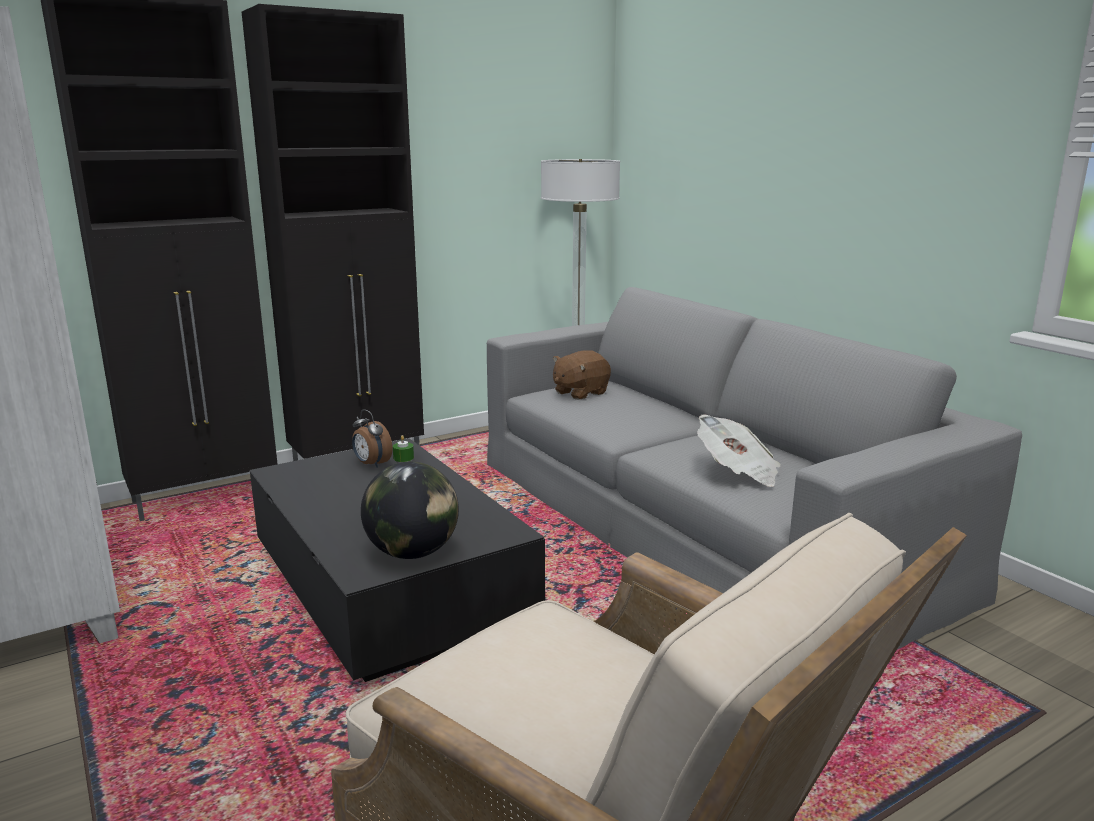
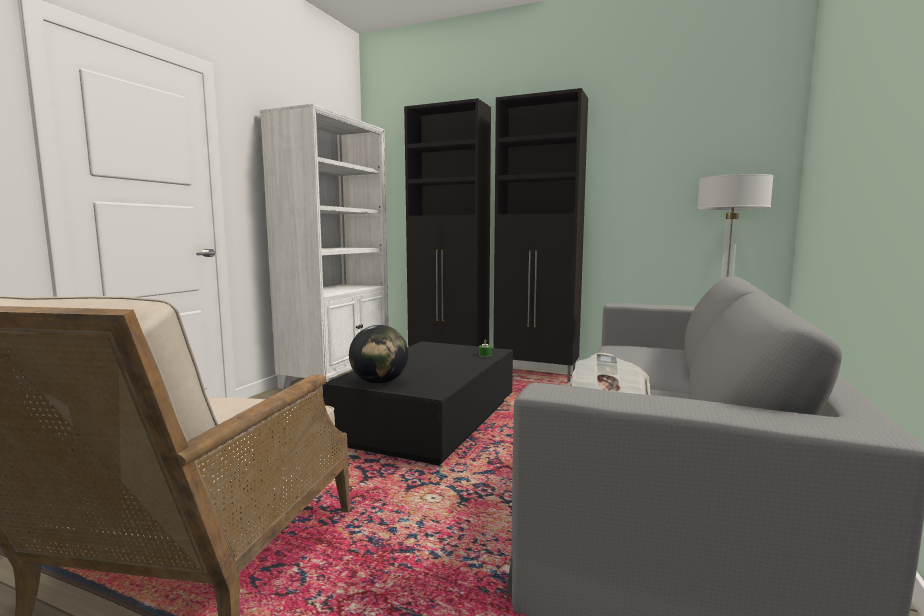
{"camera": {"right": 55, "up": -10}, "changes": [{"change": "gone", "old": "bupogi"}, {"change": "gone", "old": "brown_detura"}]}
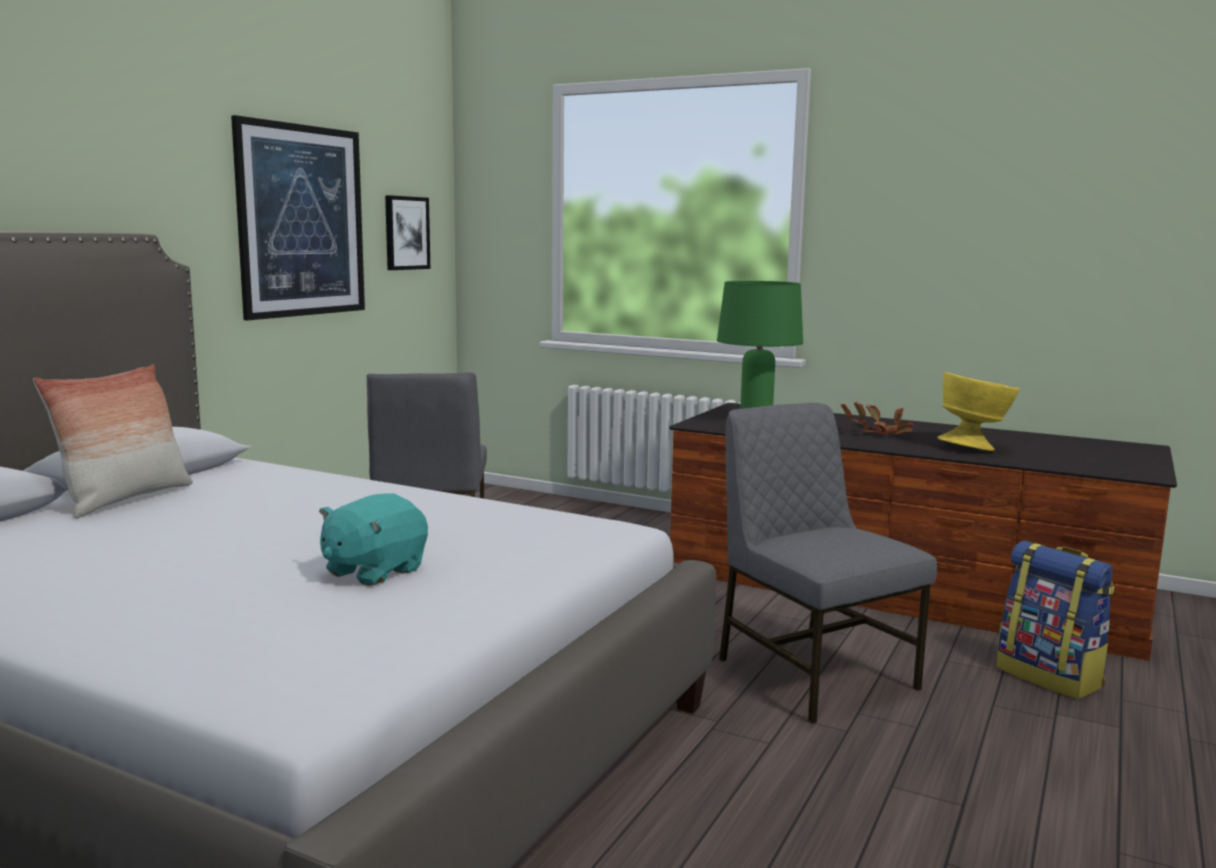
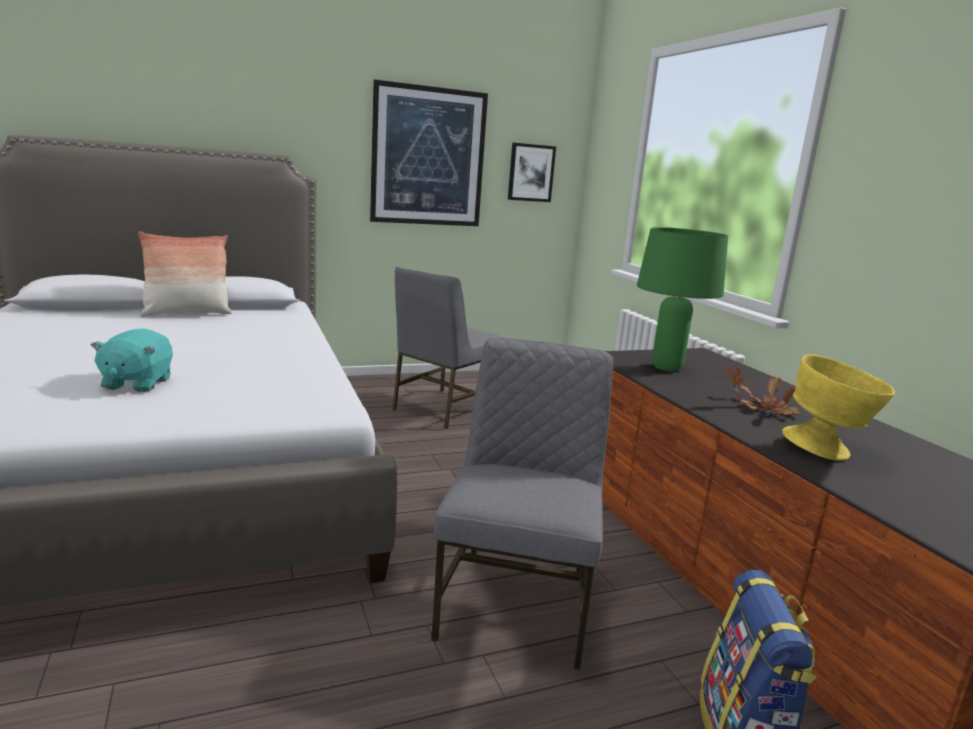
{"camera": {"right": 40, "up": 5}, "changes": [{"change": "rotated", "old": "turquoise_detura", "degrees": -75}]}
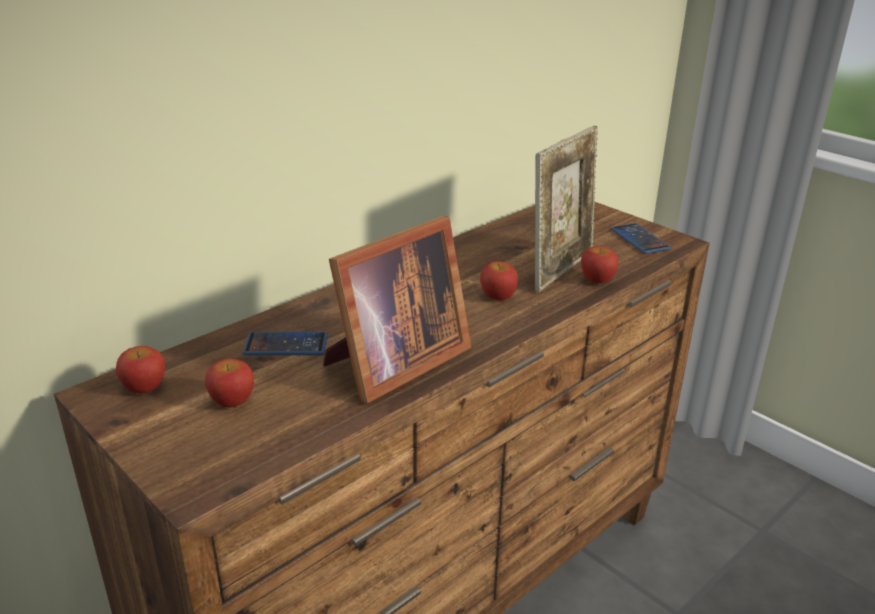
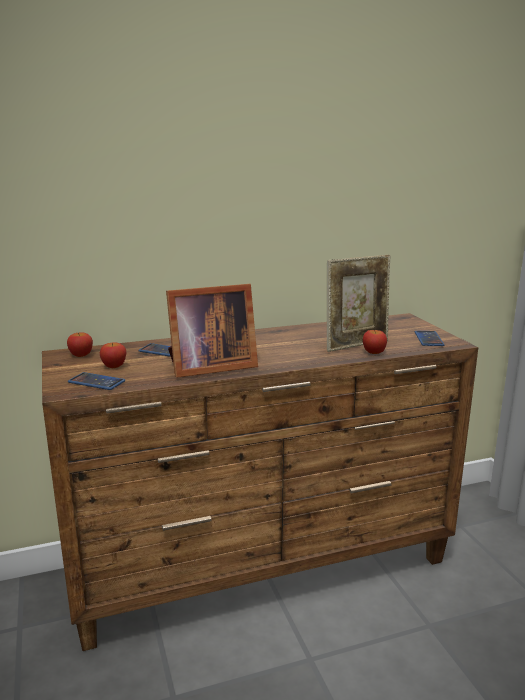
{"camera": {"right": 25, "up": -10}, "changes": [{"change": "gone", "old": "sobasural (no. 3 from left)"}, {"change": "new", "new": "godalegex (no. 1 from left)"}]}
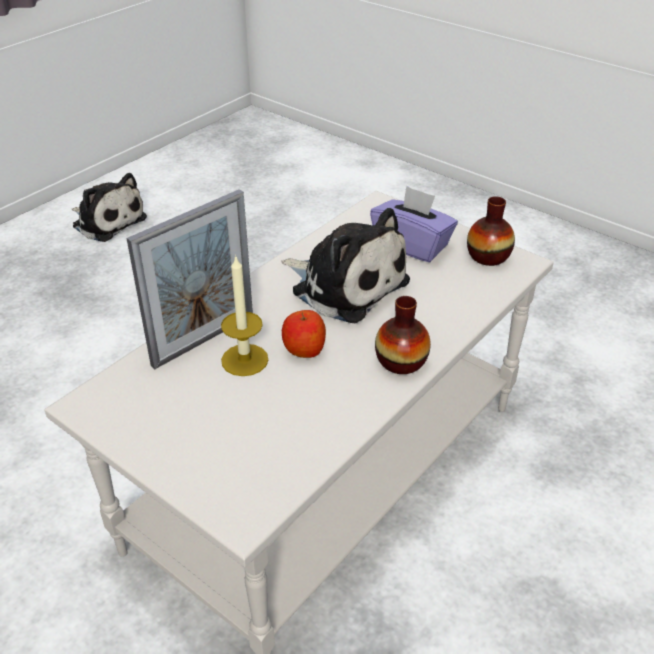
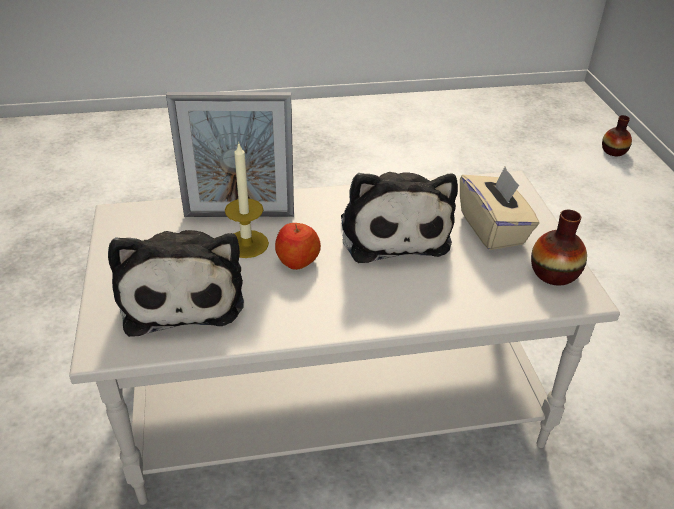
{"camera": {"right": 40, "up": 0}, "changes": [{"change": "shifted", "old": "detura (no. 1 from left)"}, {"change": "shifted", "old": "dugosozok (no. 1 from left in the first image)", "new": "dugosozok (no. 2 from left)"}, {"change": "repainted", "old": "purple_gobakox", "new": "beige_gobakox"}]}
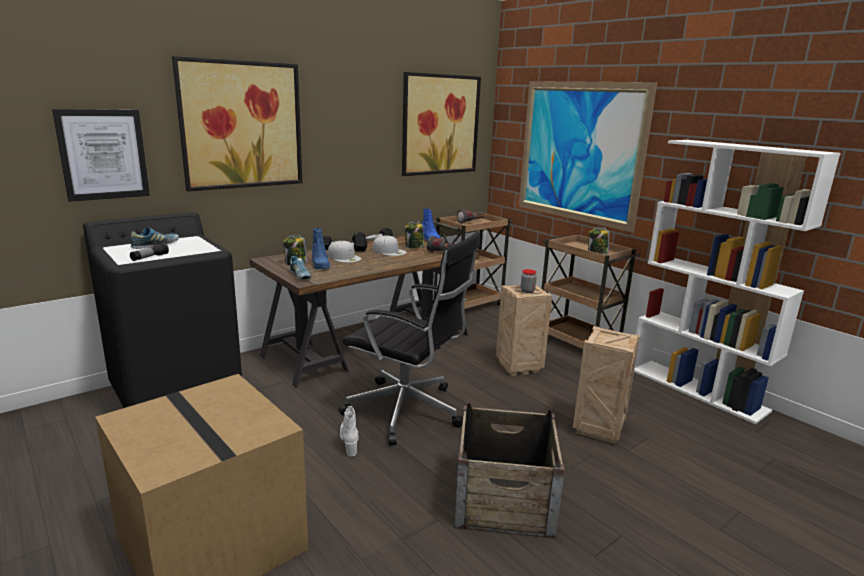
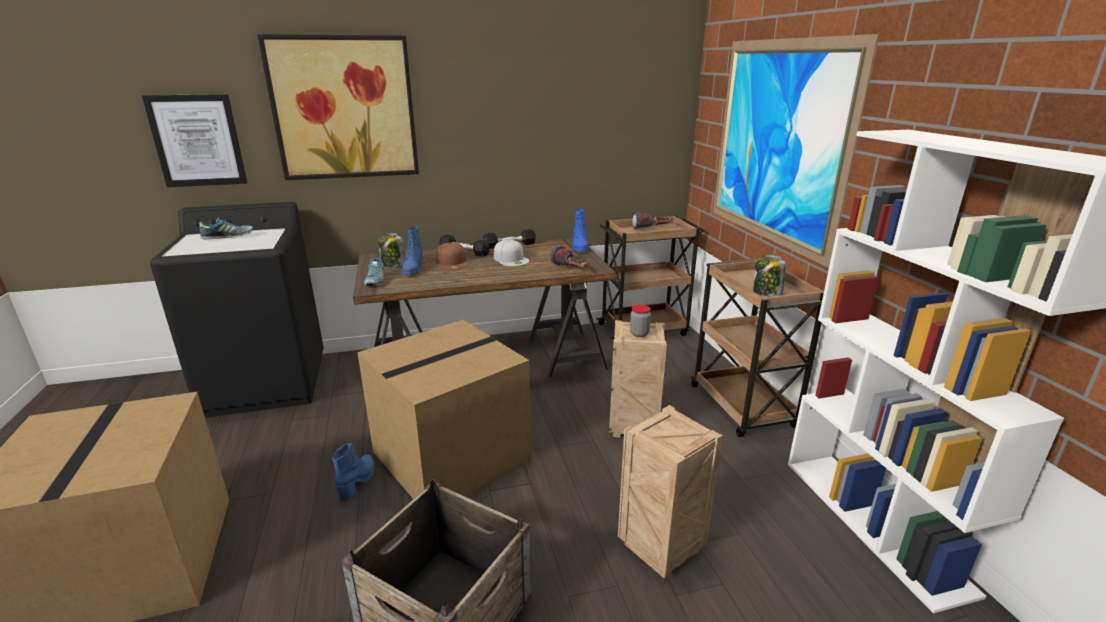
{"camera": {"right": 25, "up": 5}, "changes": [{"change": "gone", "old": "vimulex (no. 1 from left)"}, {"change": "gone", "old": "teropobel (no. 3 from left)"}, {"change": "gone", "old": "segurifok (no. 2 from left)"}, {"change": "swapped", "old": "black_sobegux", "new": "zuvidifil (no. 2 from left)"}, {"change": "repainted", "old": "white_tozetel (no. 1 from left)", "new": "brown_tozetel"}, {"change": "repainted", "old": "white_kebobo", "new": "blue_kebobo (no. 1 from left)"}]}
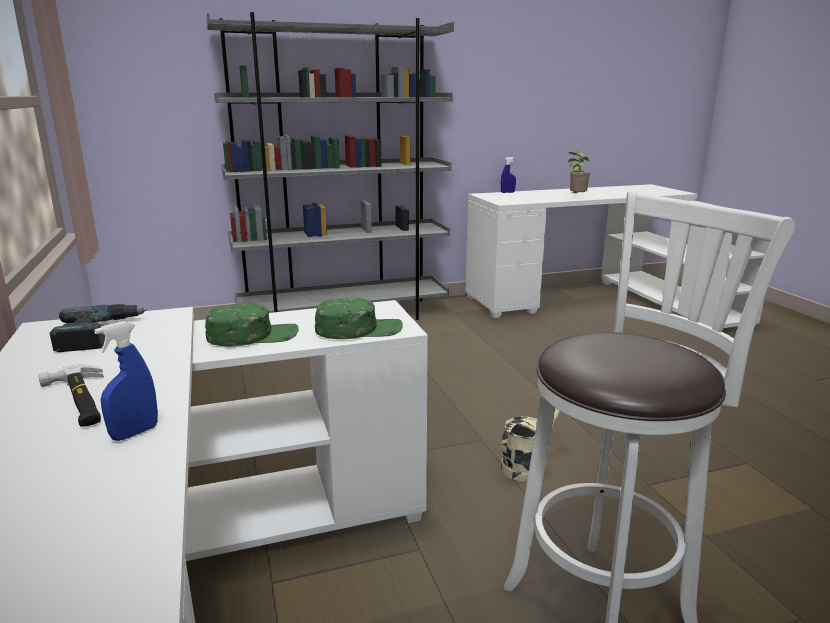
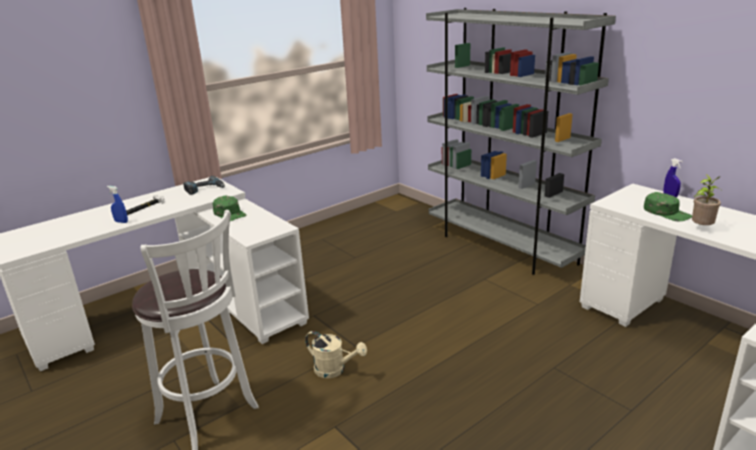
{"camera": {"right": 70, "up": 5}, "changes": [{"change": "shifted", "old": "green_tozetel (no. 2 from left)"}]}
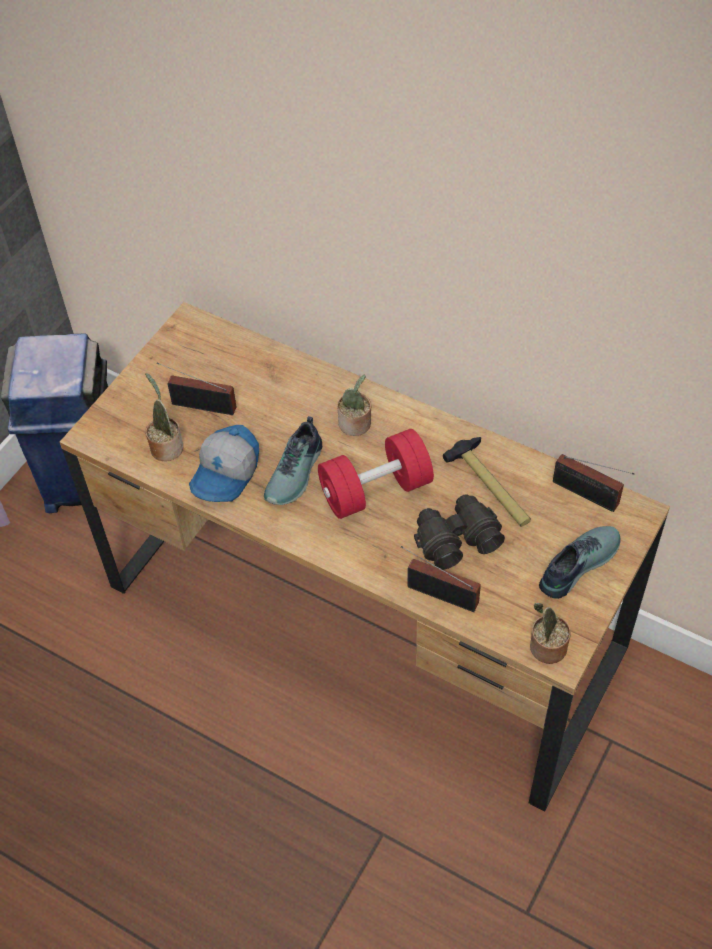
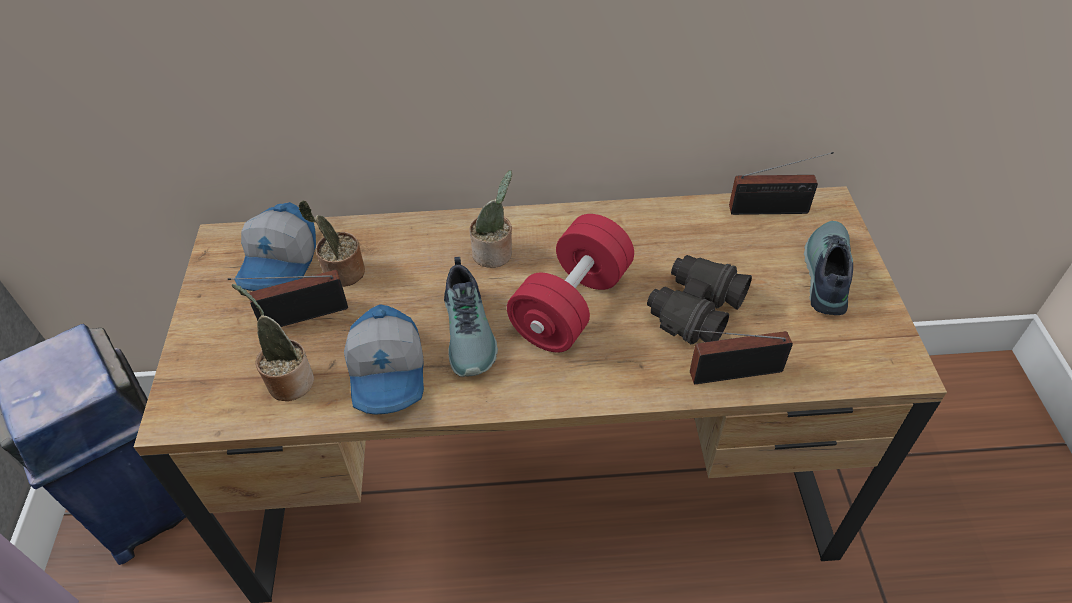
{"camera": {"right": -35, "up": -5}, "changes": [{"change": "gone", "old": "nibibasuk"}, {"change": "new", "new": "tozetel (no. 1 from left)"}, {"change": "shifted", "old": "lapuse (no. 3 from left in the first image)", "new": "lapuse (no. 2 from left)"}]}
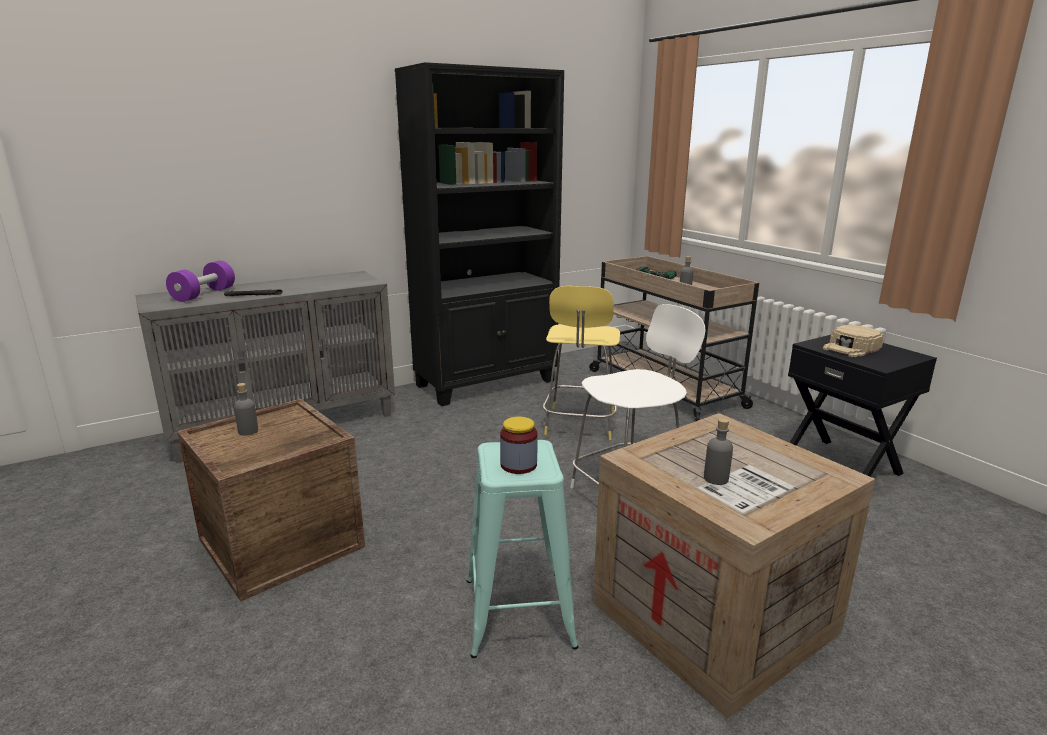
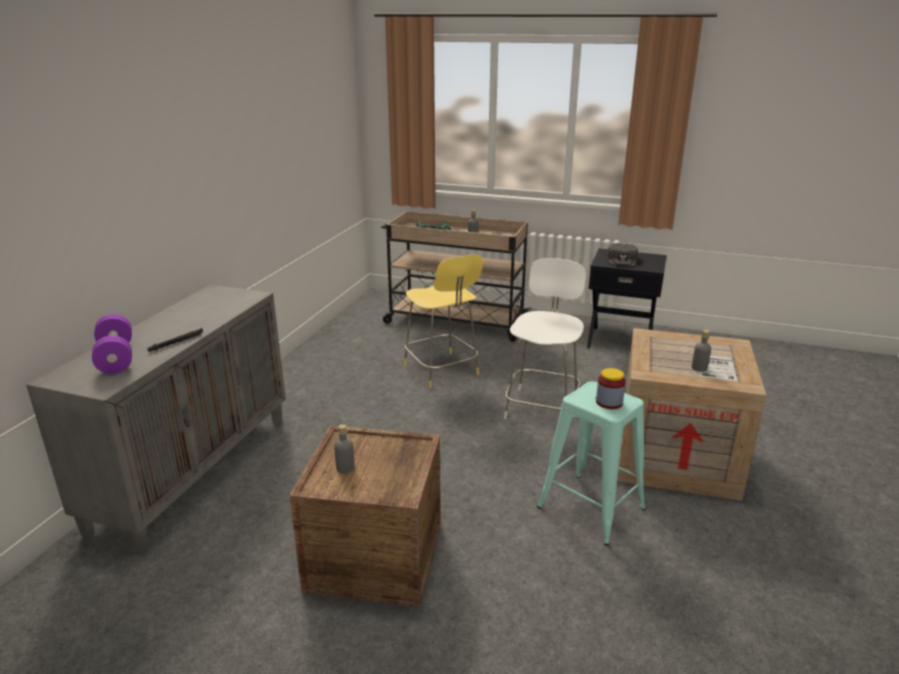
{"camera": {"right": -40, "up": 5}, "changes": [{"change": "gone", "old": "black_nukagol"}, {"change": "repainted", "old": "beige_tozetel", "new": "black_tozetel"}]}
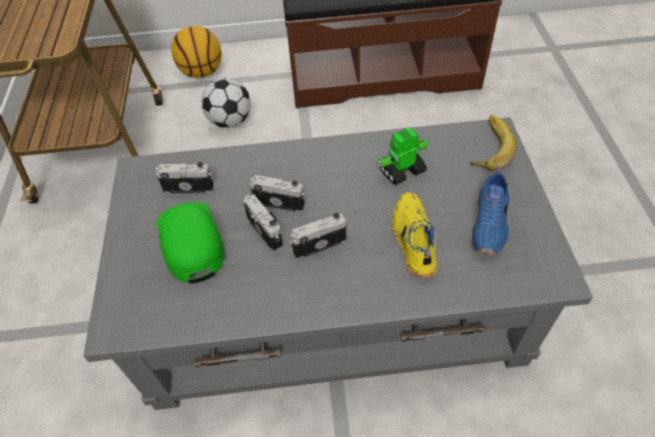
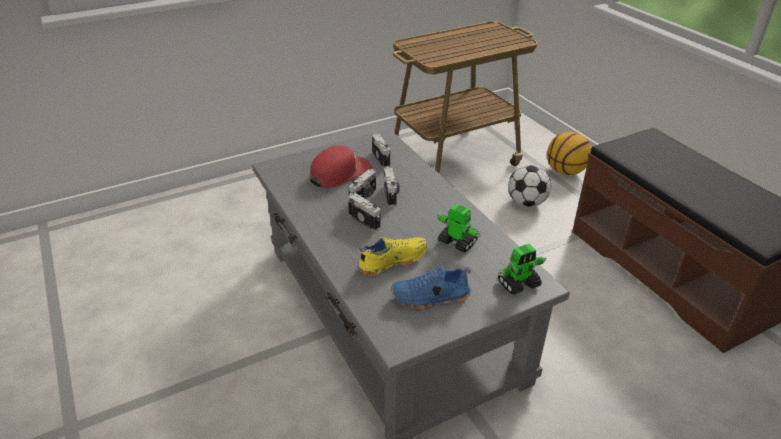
{"camera": {"right": 65, "up": -15}, "changes": [{"change": "swapped", "old": "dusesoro", "new": "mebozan (no. 2 from left)"}, {"change": "repainted", "old": "green_tozetel", "new": "red_tozetel"}]}
